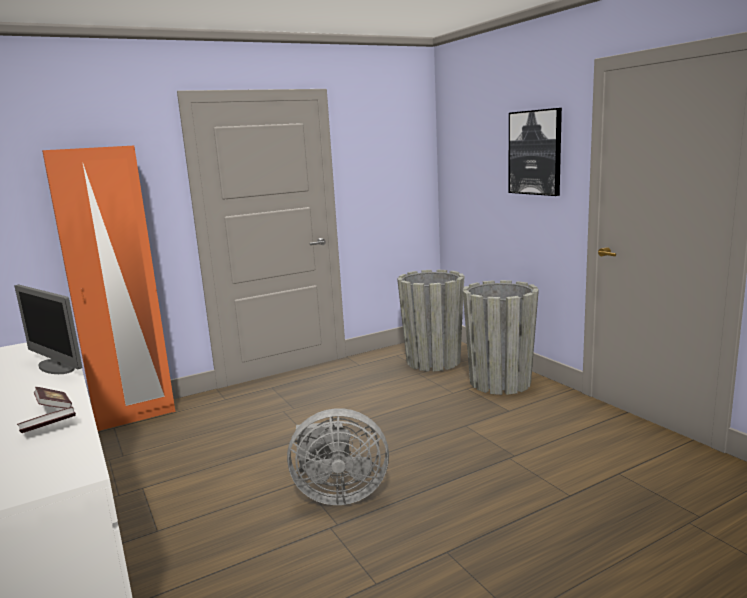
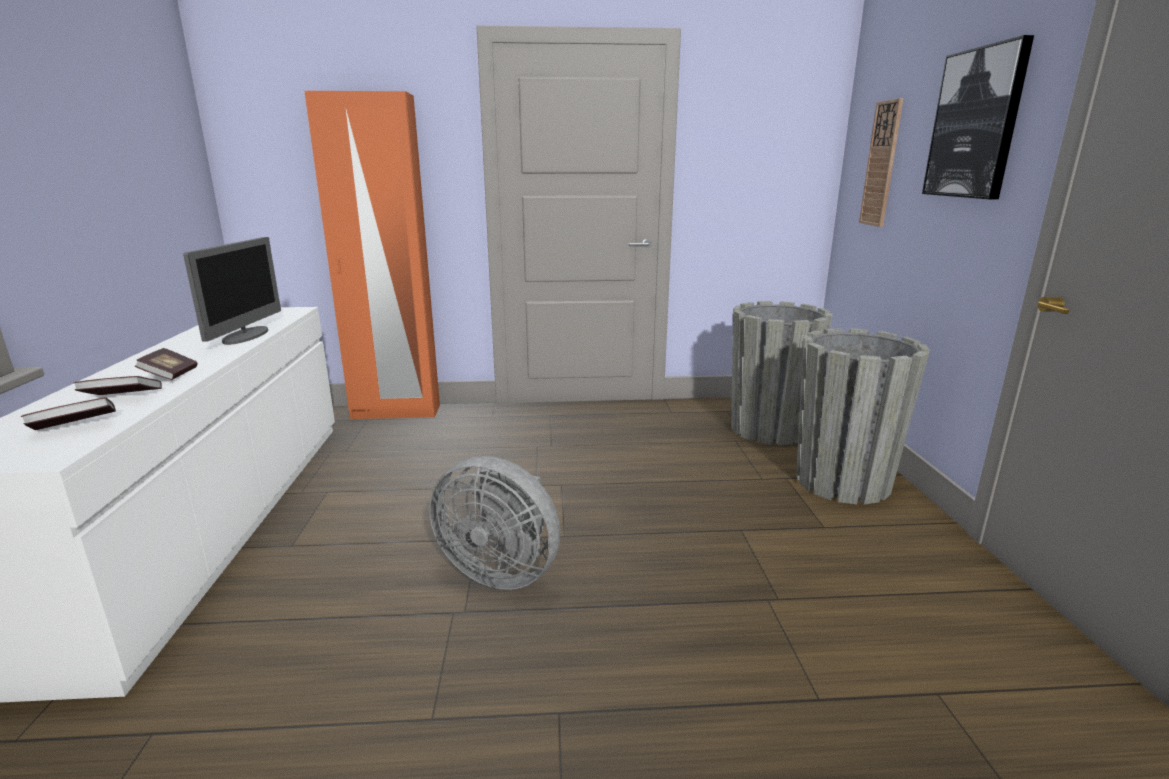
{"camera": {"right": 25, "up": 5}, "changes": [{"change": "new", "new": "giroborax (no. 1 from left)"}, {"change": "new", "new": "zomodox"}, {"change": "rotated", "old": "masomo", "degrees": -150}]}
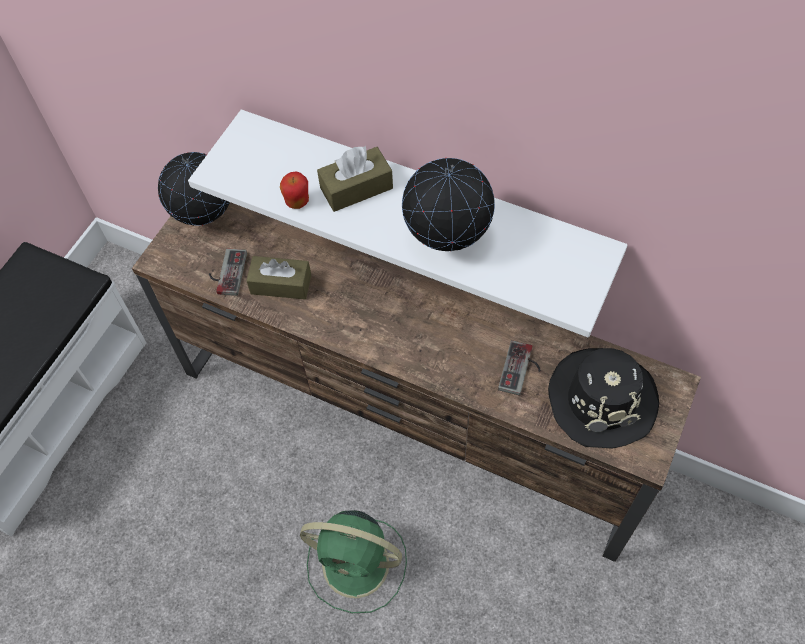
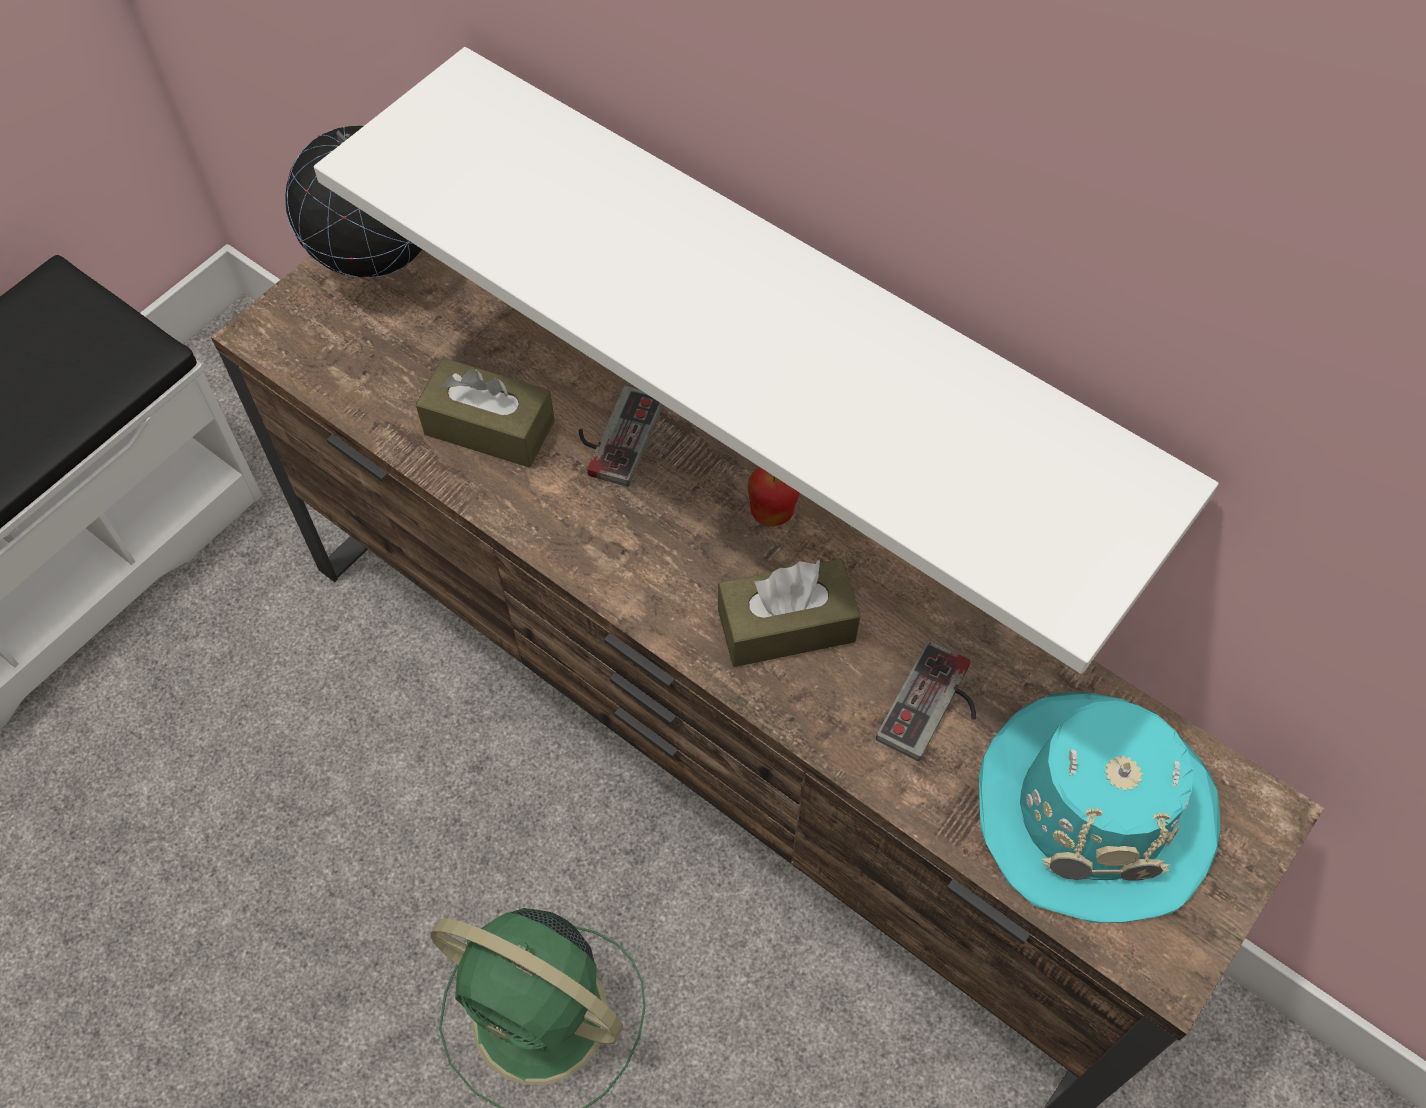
{"camera": {"right": 10, "up": 0}, "changes": [{"change": "gone", "old": "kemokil (no. 2 from left)"}, {"change": "shifted", "old": "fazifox (no. 1 from left)"}, {"change": "shifted", "old": "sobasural"}, {"change": "shifted", "old": "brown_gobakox (no. 2 from left)"}, {"change": "repainted", "old": "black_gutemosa", "new": "turquoise_gutemosa"}]}
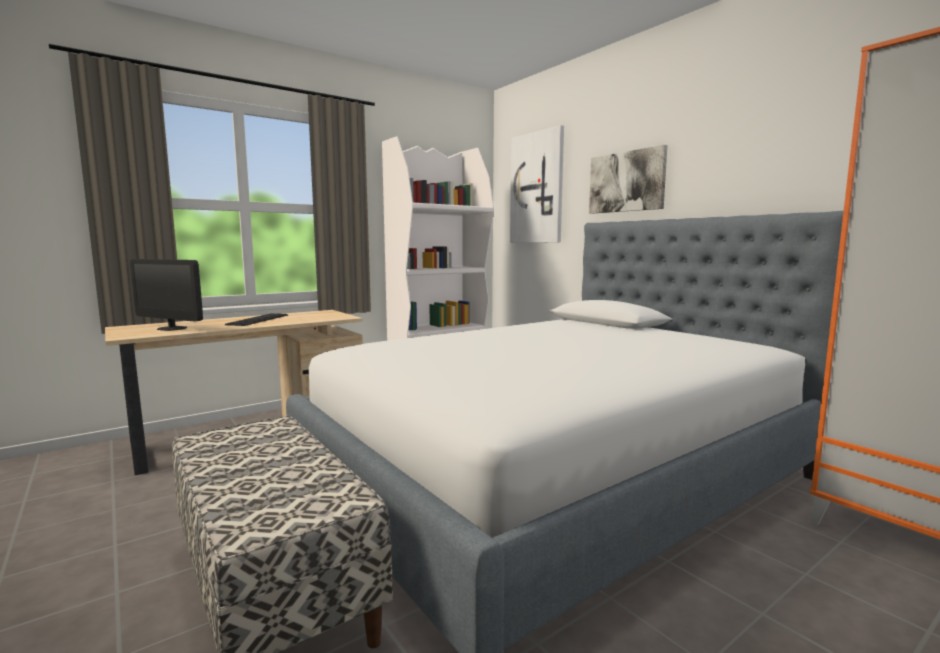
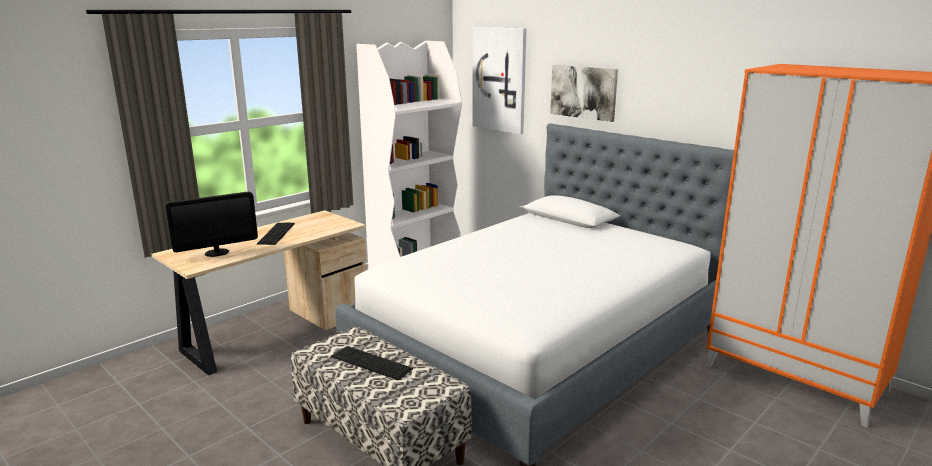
{"camera": {"right": -10, "up": 10}, "changes": [{"change": "new", "new": "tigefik (no. 2 from left)"}, {"change": "rotated", "old": "masomo", "degrees": -45}]}
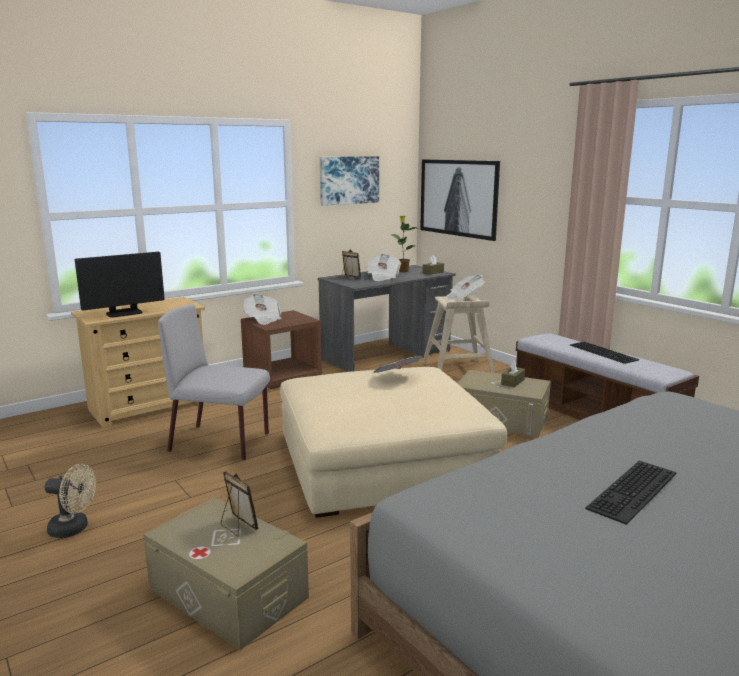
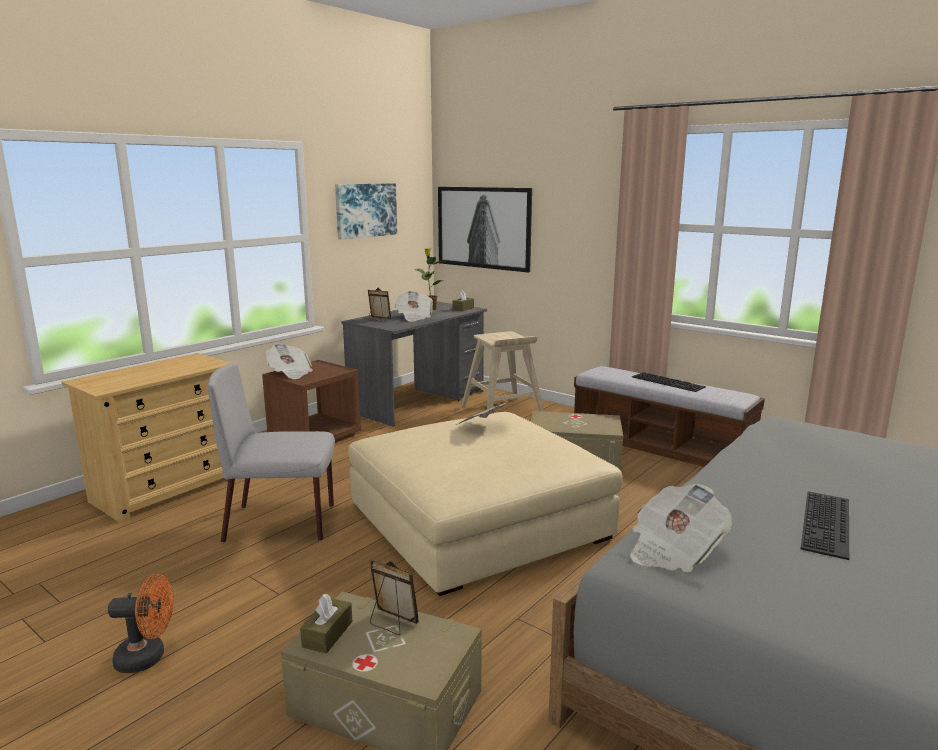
{"camera": {"right": -15, "up": 0}, "changes": [{"change": "gone", "old": "masomo"}, {"change": "shifted", "old": "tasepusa (no. 4 from left)"}, {"change": "shifted", "old": "brown_gobakox (no. 2 from left in the first image)", "new": "brown_gobakox (no. 1 from left)"}, {"change": "repainted", "old": "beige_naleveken", "new": "orange_naleveken"}]}
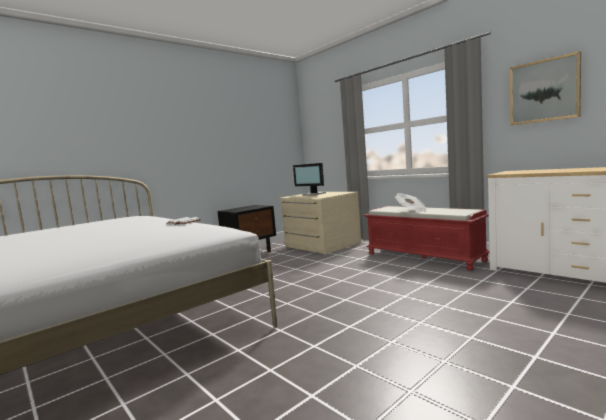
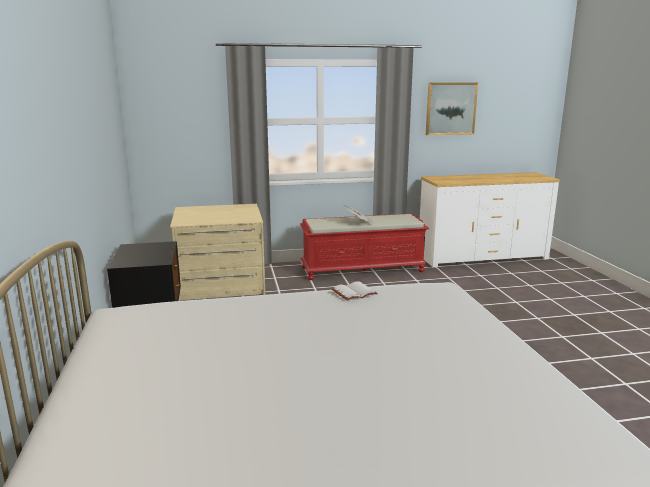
{"camera": {"right": -60, "up": 10}, "changes": [{"change": "gone", "old": "masomo"}]}
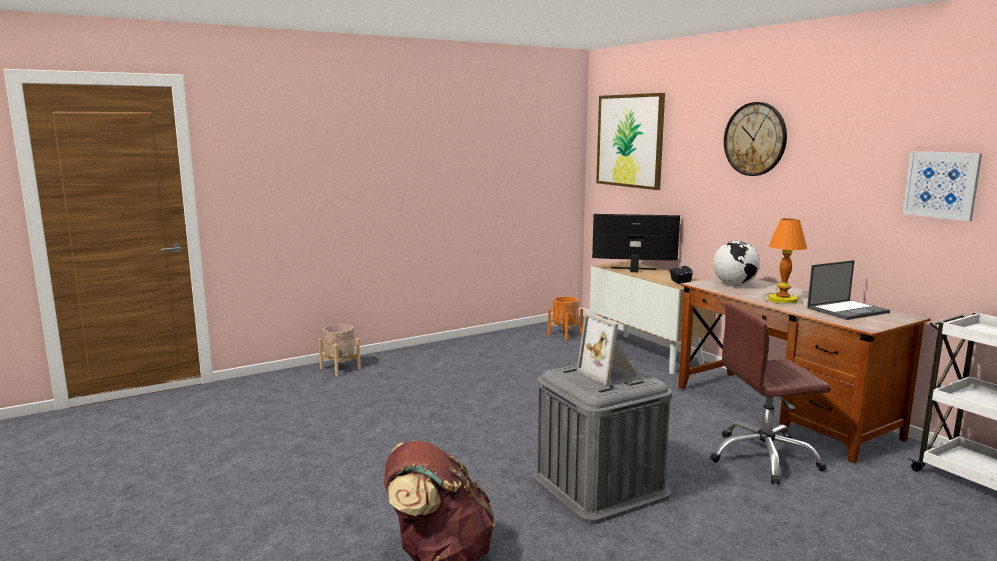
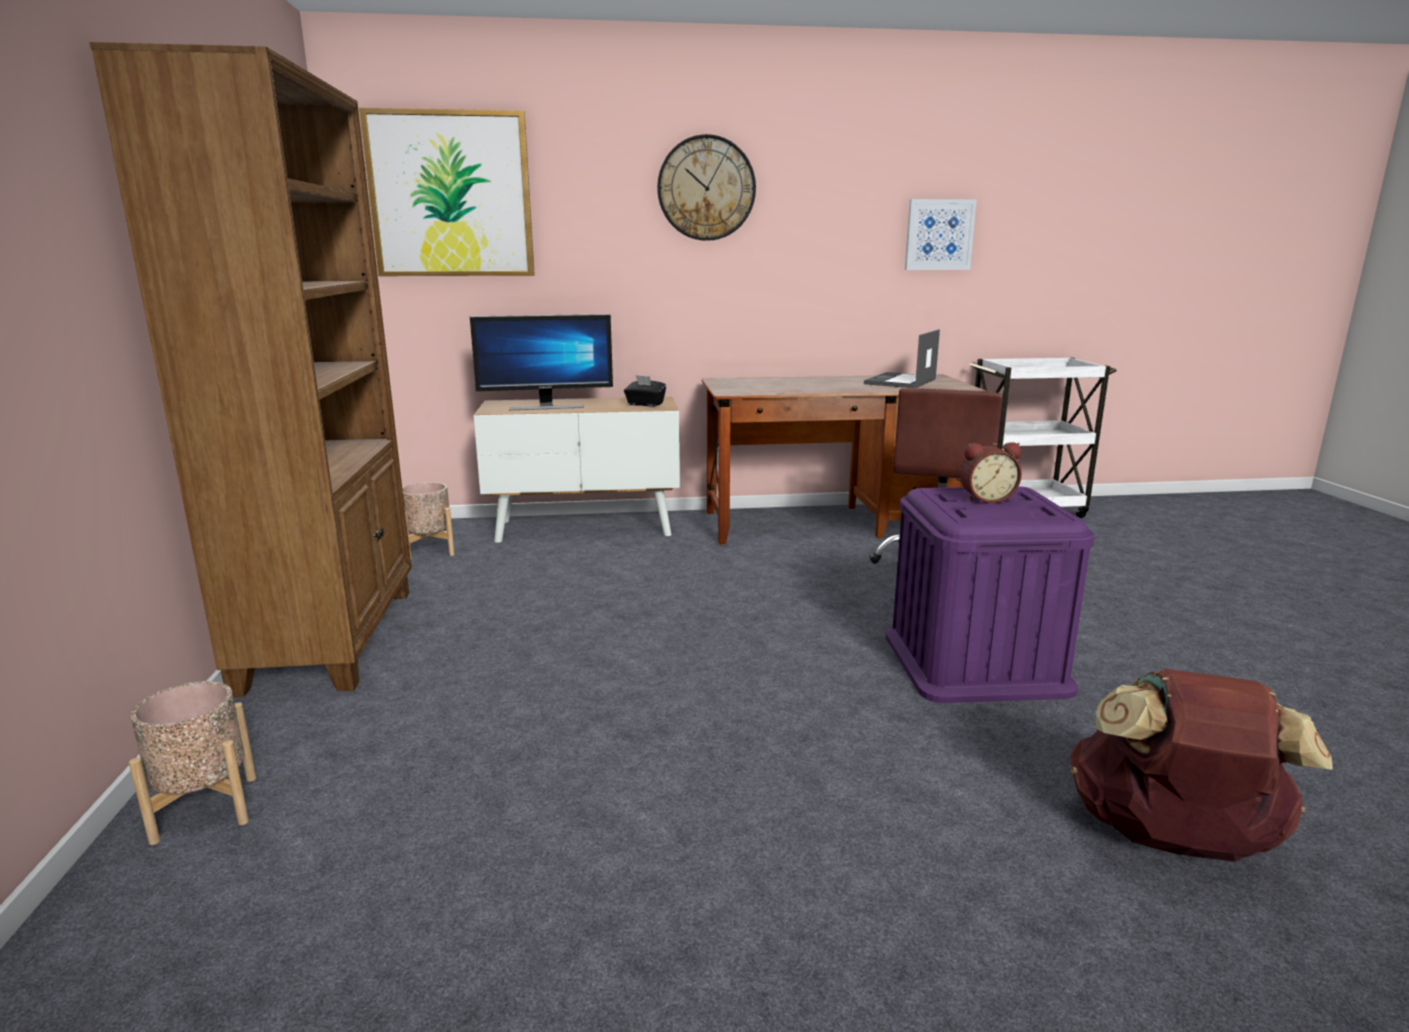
{"camera": {"right": -65, "up": 5}, "changes": [{"change": "gone", "old": "kemokil"}, {"change": "gone", "old": "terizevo"}, {"change": "new", "new": "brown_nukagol"}, {"change": "swapped", "old": "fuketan", "new": "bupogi"}, {"change": "repainted", "old": "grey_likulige", "new": "purple_likulige"}, {"change": "repainted", "old": "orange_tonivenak", "new": "beige_tonivenak (no. 2 from left)"}, {"change": "rotated", "old": "masomo", "degrees": -135}, {"change": "rotated", "old": "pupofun", "degrees": -150}]}
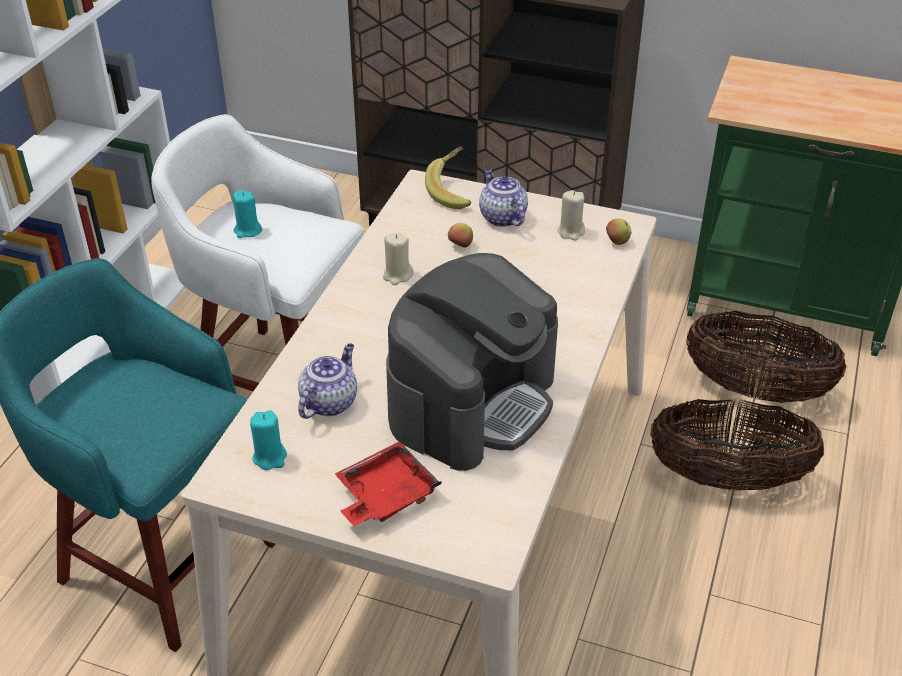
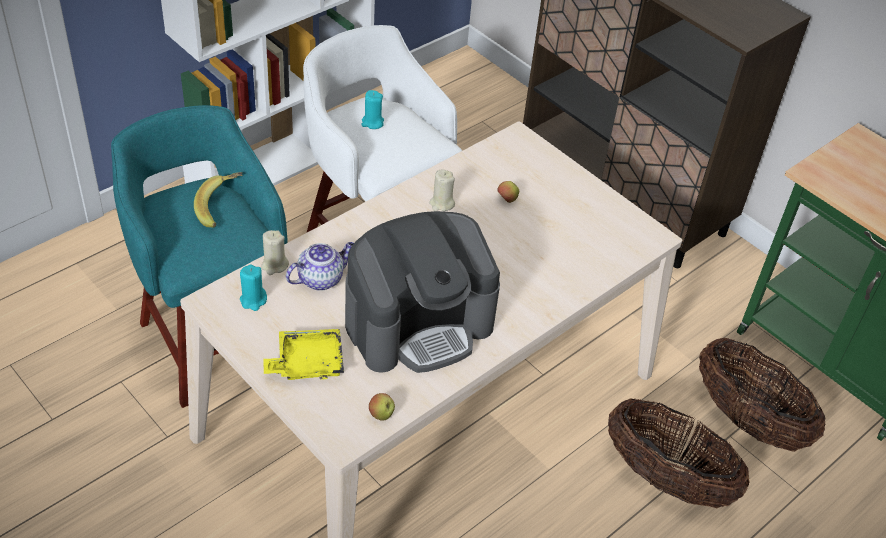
{"camera": {"right": 25, "up": 5}, "changes": [{"change": "gone", "old": "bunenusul (no. 2 from left)"}, {"change": "shifted", "old": "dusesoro"}, {"change": "shifted", "old": "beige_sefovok (no. 2 from left in the first image)", "new": "beige_sefovok (no. 1 from left)"}, {"change": "shifted", "old": "sobasural (no. 2 from left in the first image)", "new": "sobasural (no. 1 from left)"}, {"change": "repainted", "old": "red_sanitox", "new": "yellow_sanitox"}]}
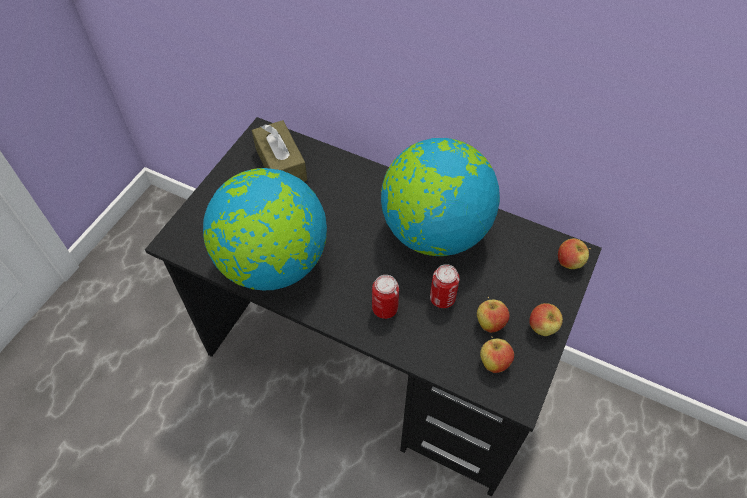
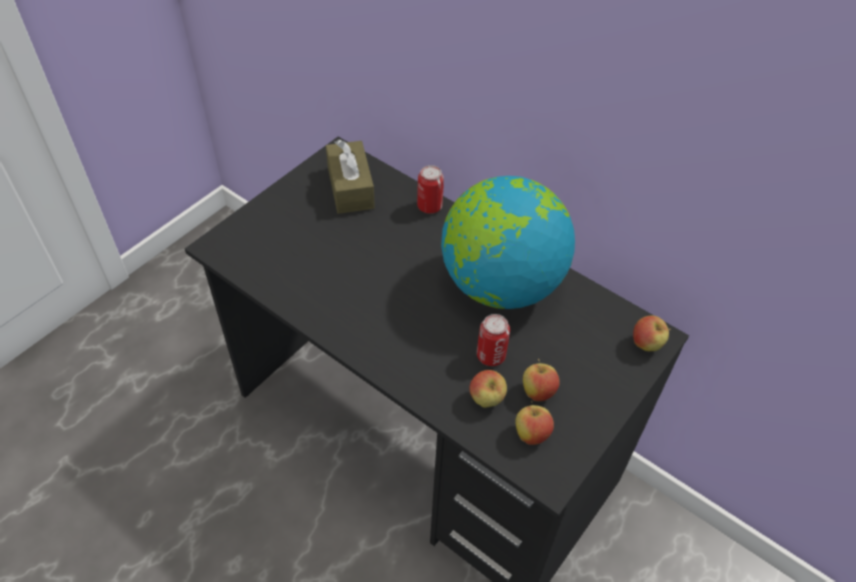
{"camera": {"right": 10, "up": -5}, "changes": [{"change": "gone", "old": "kemokil (no. 1 from left)"}, {"change": "shifted", "old": "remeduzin (no. 1 from left)"}, {"change": "shifted", "old": "sobasural (no. 3 from left in the first image)", "new": "sobasural (no. 1 from left)"}]}
